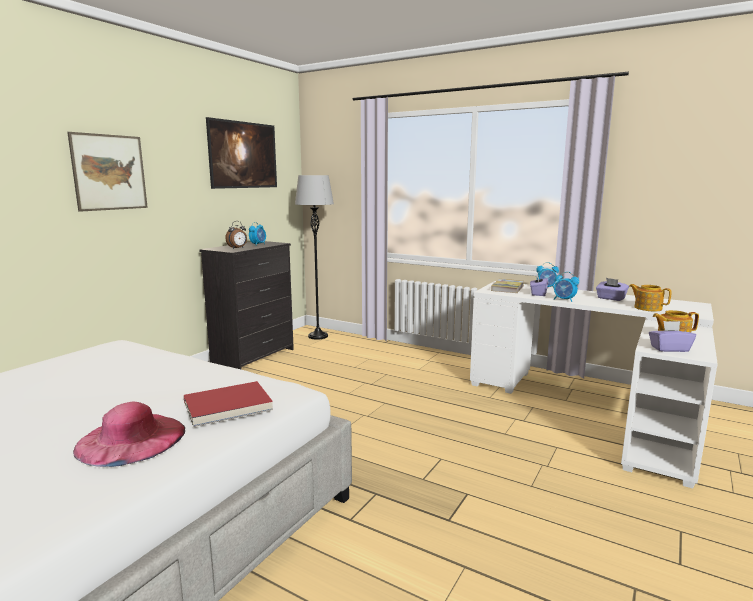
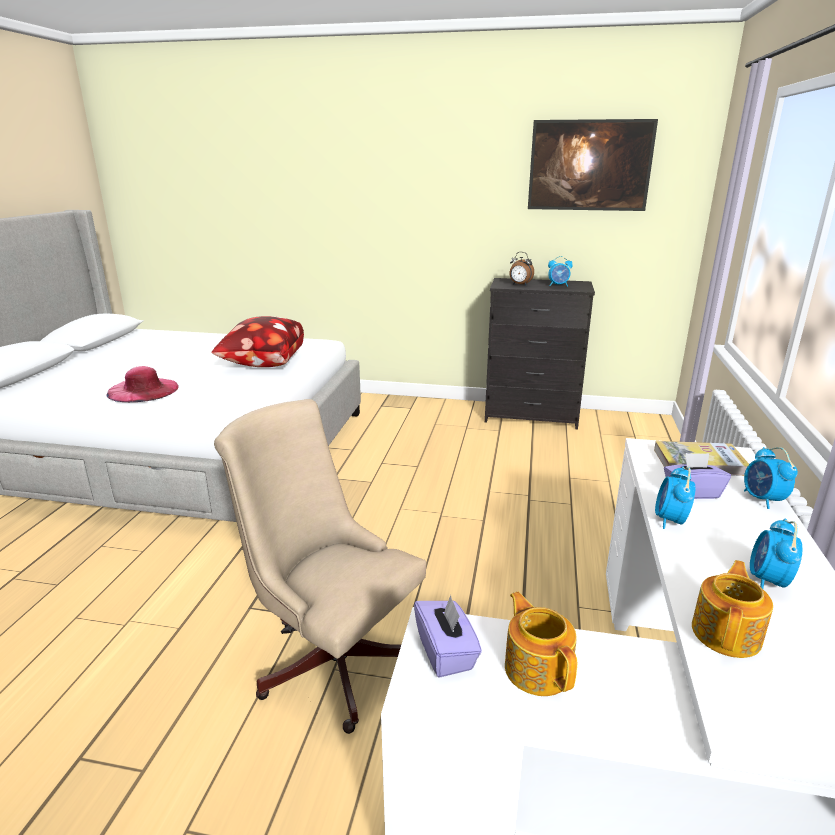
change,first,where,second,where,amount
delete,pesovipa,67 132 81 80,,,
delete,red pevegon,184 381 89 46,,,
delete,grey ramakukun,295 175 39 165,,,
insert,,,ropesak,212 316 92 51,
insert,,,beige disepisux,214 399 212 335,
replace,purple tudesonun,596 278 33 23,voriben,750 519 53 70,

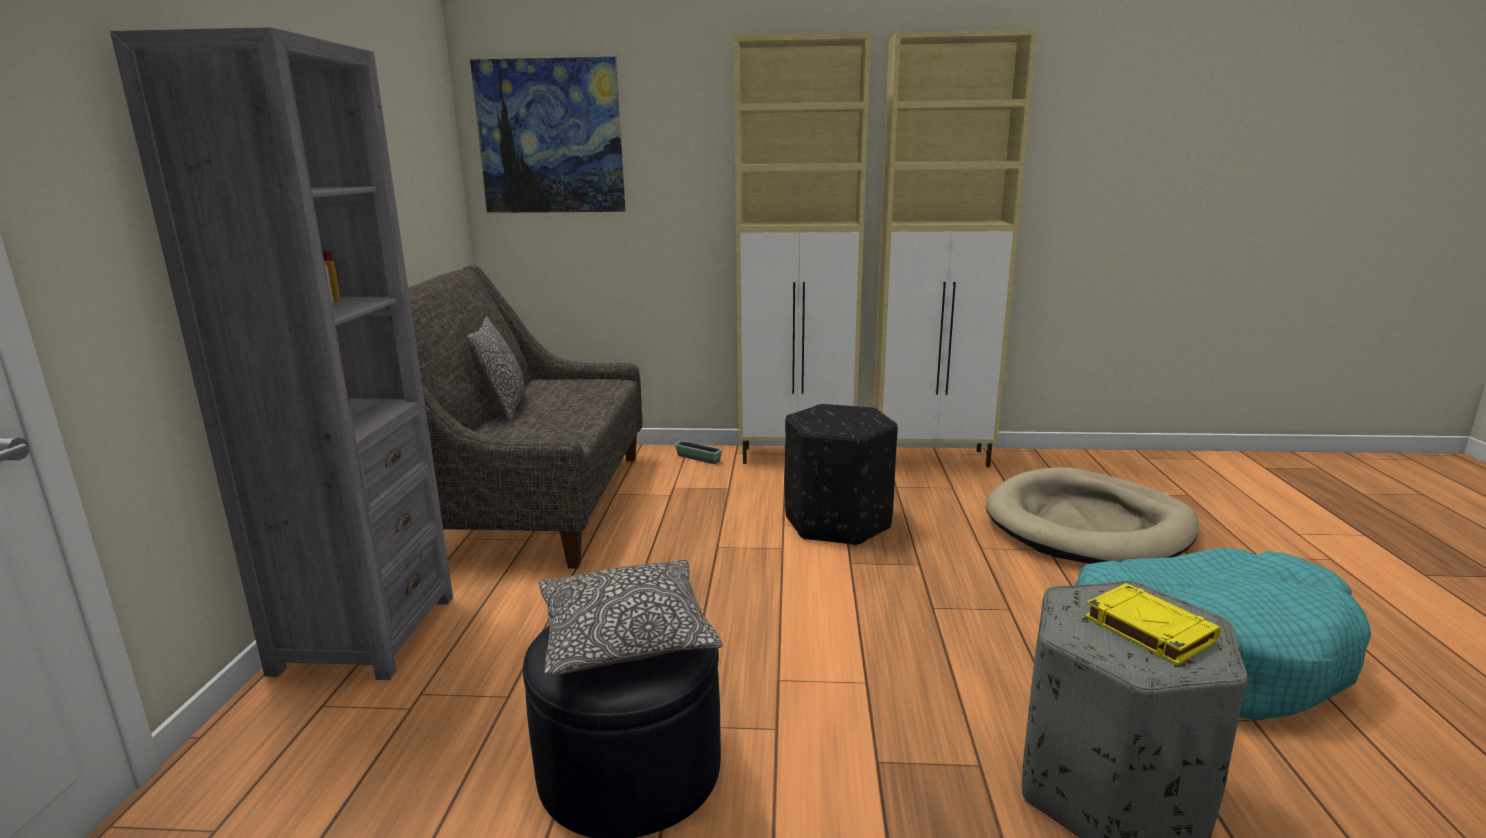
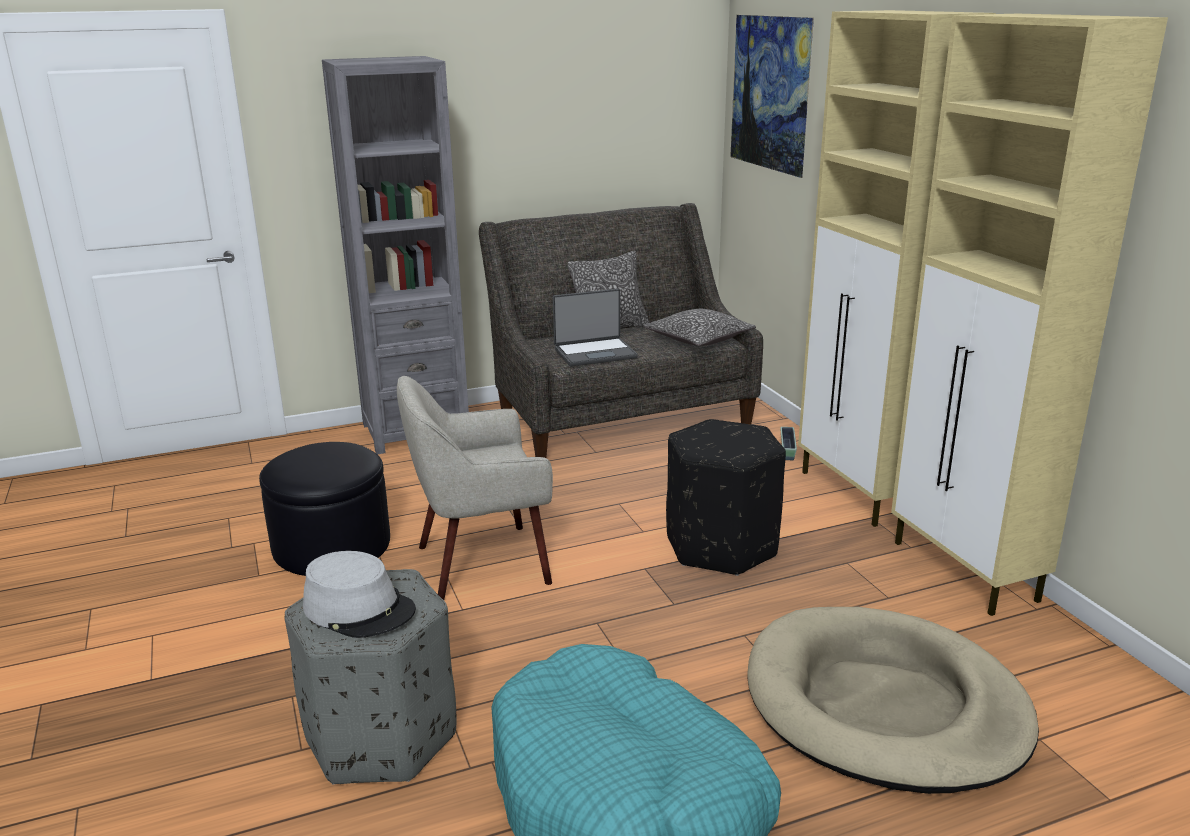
change,first,where,second,where,amount
insert,,,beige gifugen,397 376 156 224,
insert,,,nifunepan,553 289 85 78,
move,ropesak,539 560 184 116,,643 309 113 37,
replace,yellow pevegon,1085 583 136 82,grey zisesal,303 551 113 87,

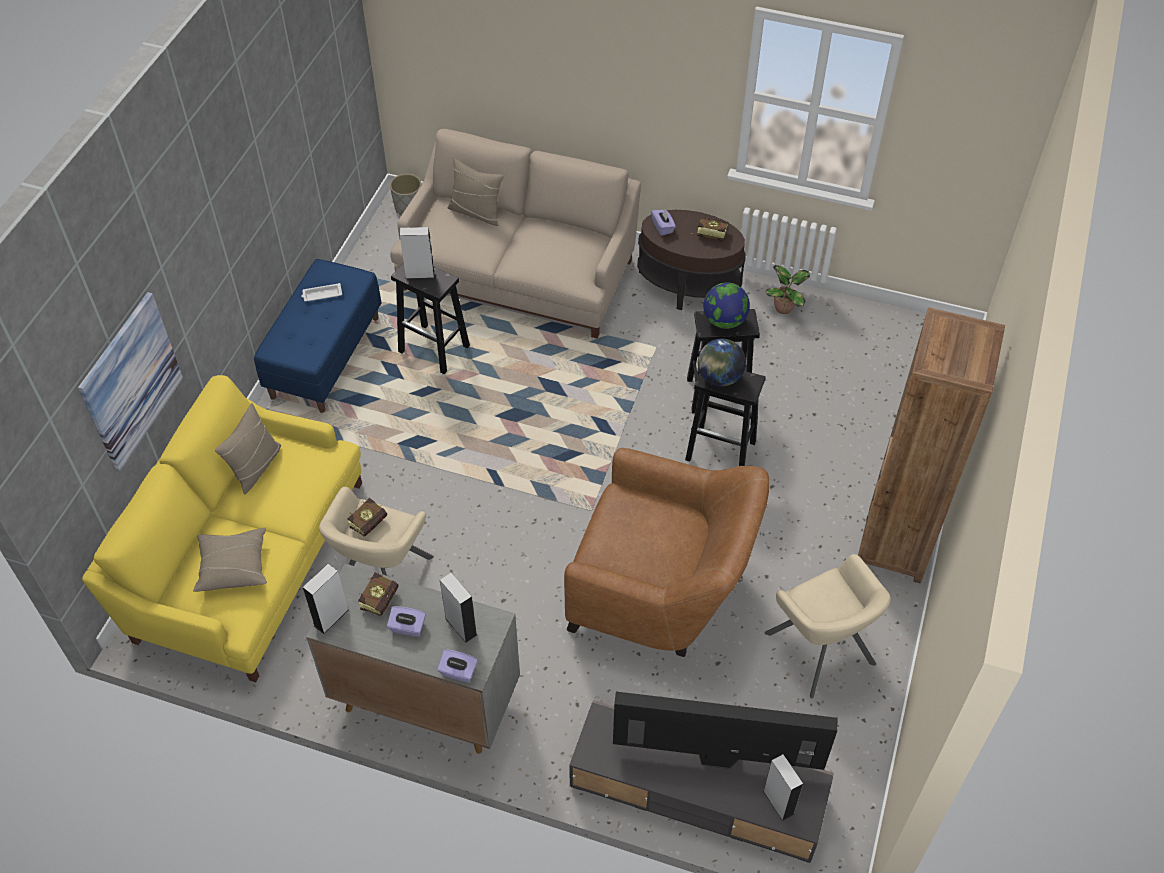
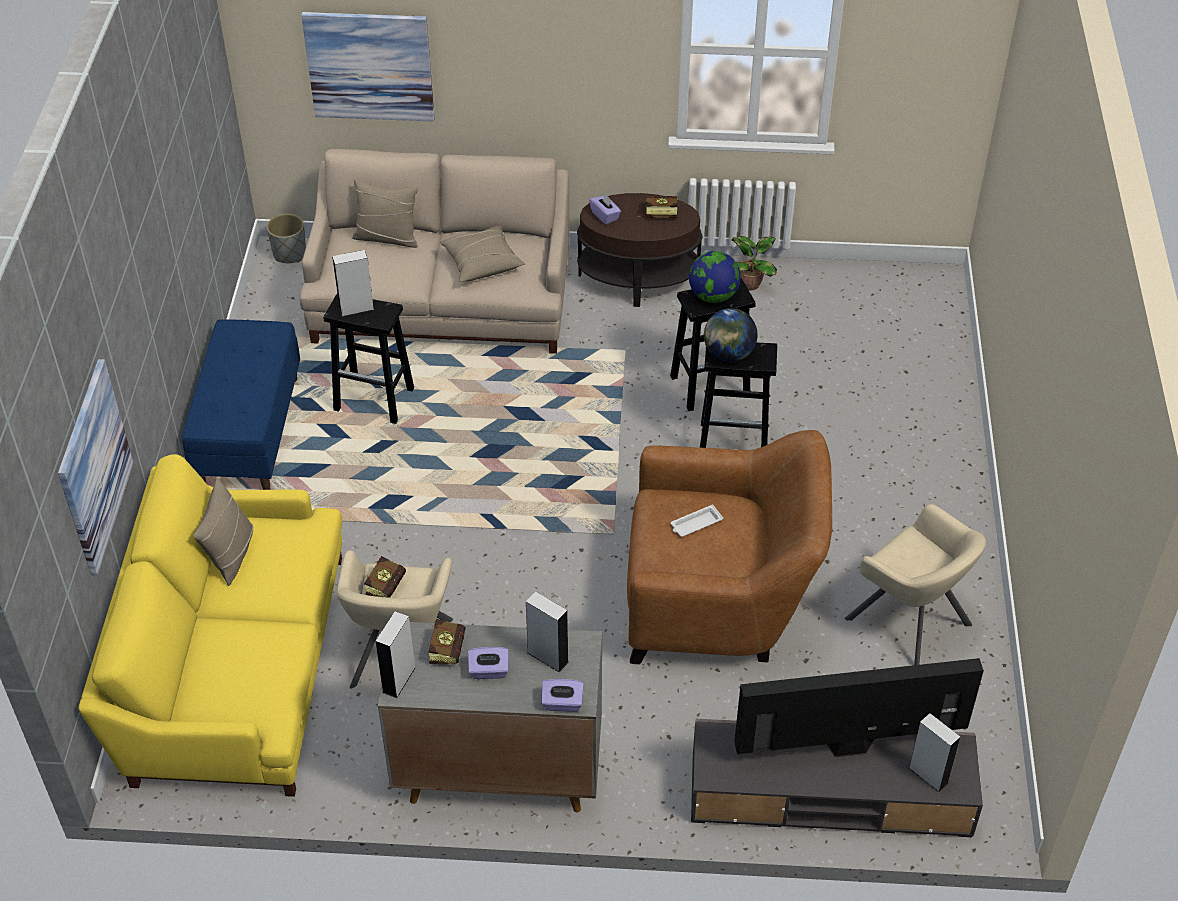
change,first,where,second,where,amount
delete,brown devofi,858 307 147 277,,,
insert,,,pesovipa,301 12 133 110,
move,beige ropesak,193 528 74 64,,440 226 85 56,
move,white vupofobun,301 283 41 18,,671 504 52 33,

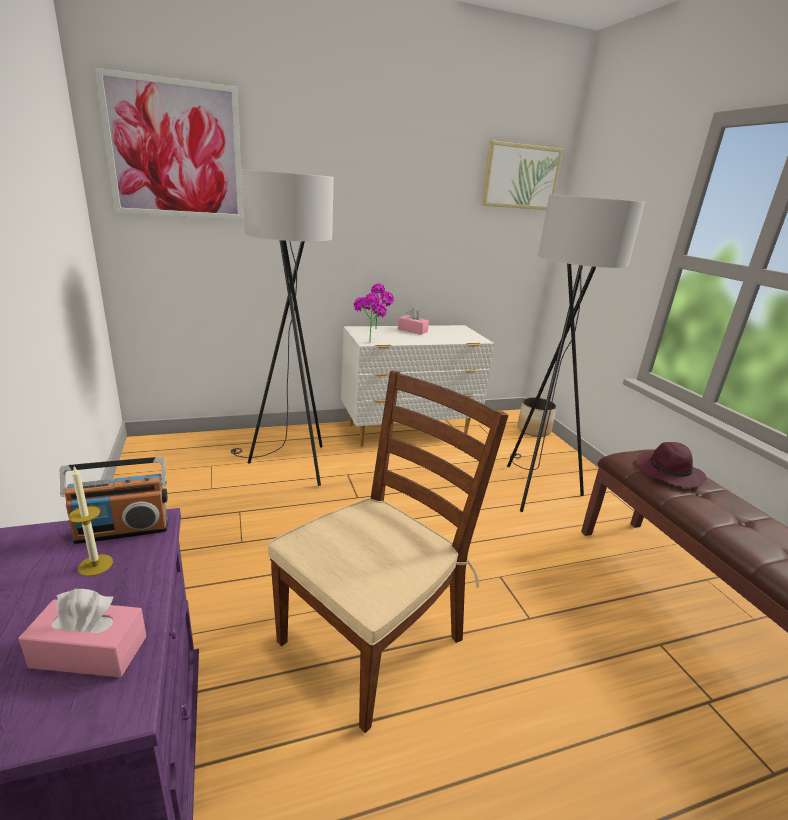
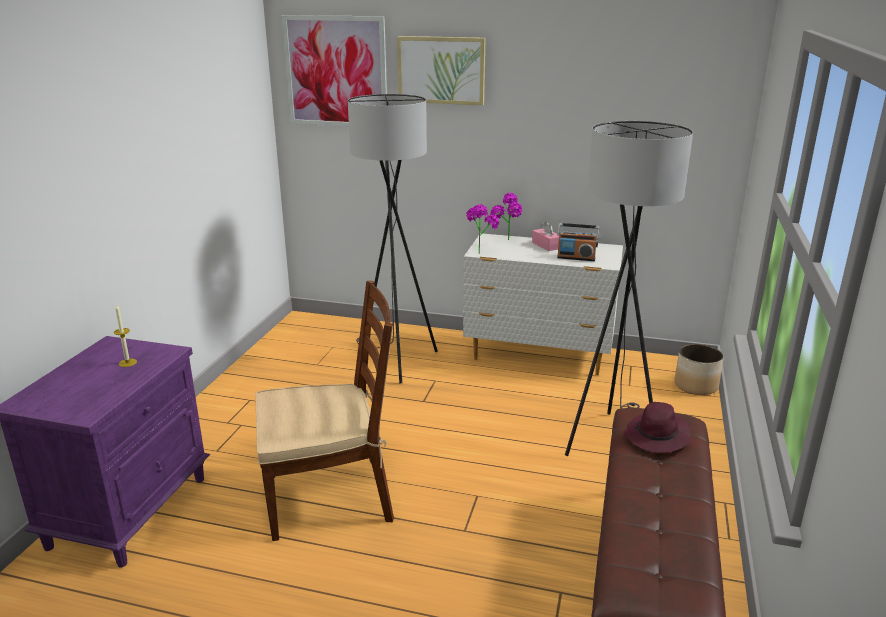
change,first,where,second,where,amount
delete,pink tudesonun,18 589 129 88,,,
move,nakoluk,60 457 108 87,,557 223 43 38,
move,pesovipa,481 140 82 70,,397 36 89 69,

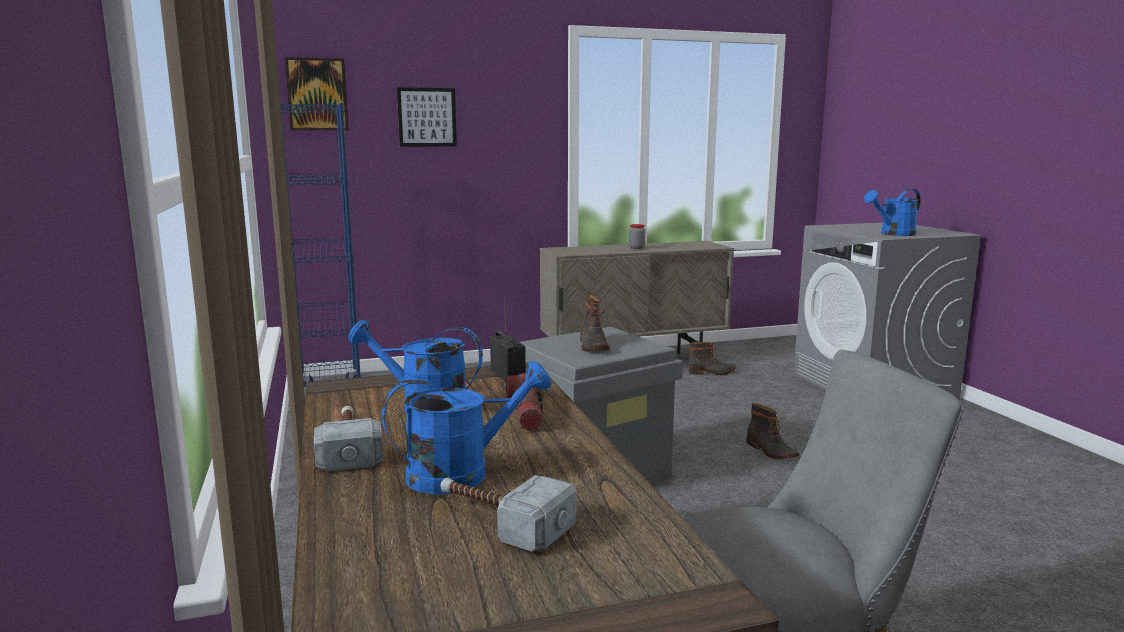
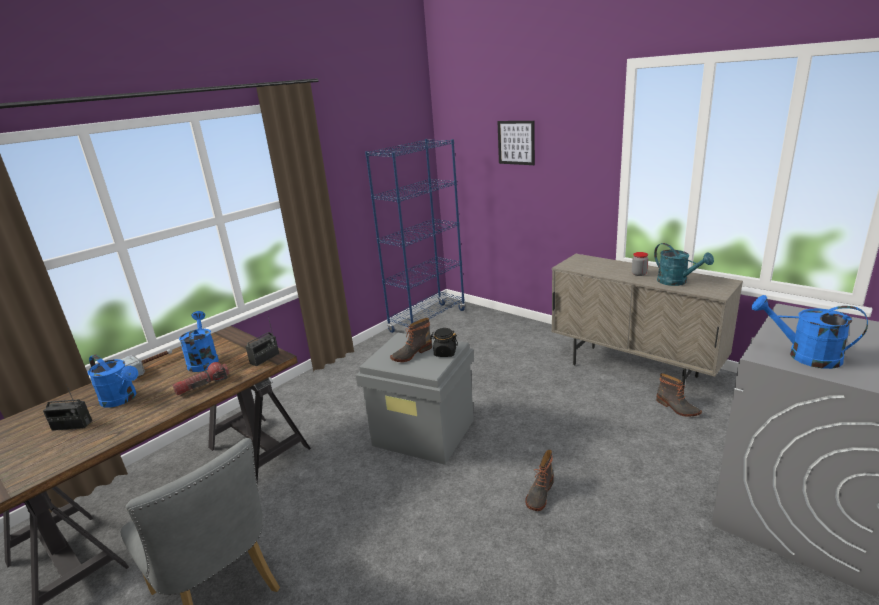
change,first,where,second,where,amount
delete,pesovipa,285 57 64 73,,,
insert,,,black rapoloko,430 328 28 29,
insert,,,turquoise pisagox,654 243 60 43,
replace,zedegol,441 475 135 77,nakoluk,43 384 49 47,

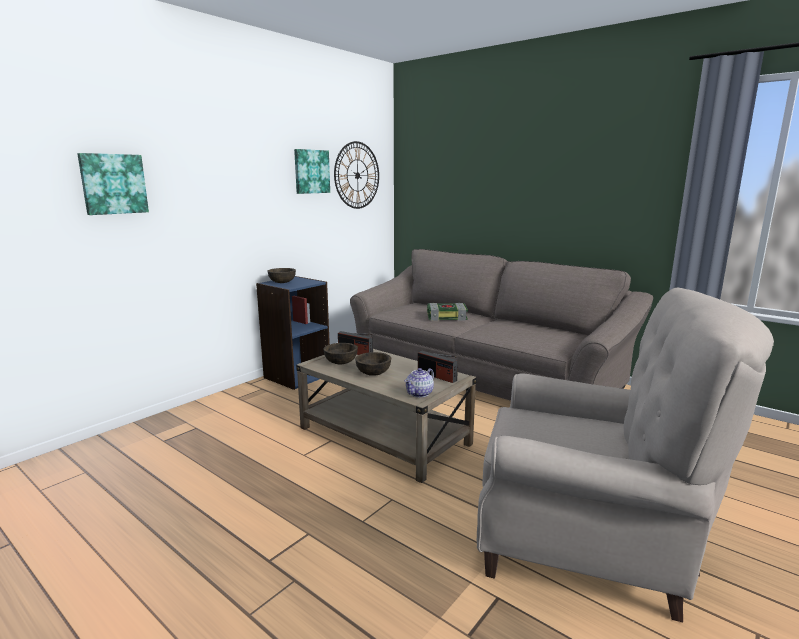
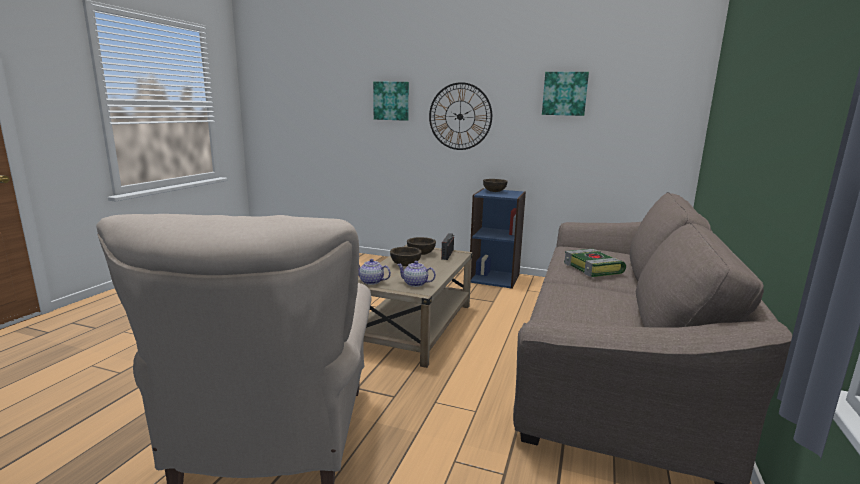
change,first,where,second,where,amount
move,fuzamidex,334 141 45 68,,429 82 63 68,
replace,nakoluk,418 351 40 32,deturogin,397 261 39 26,

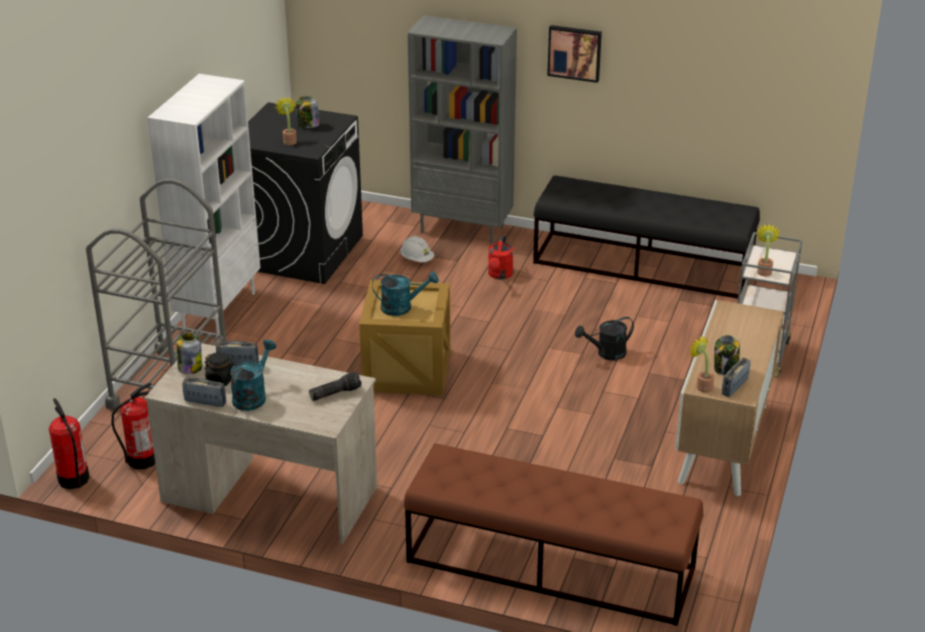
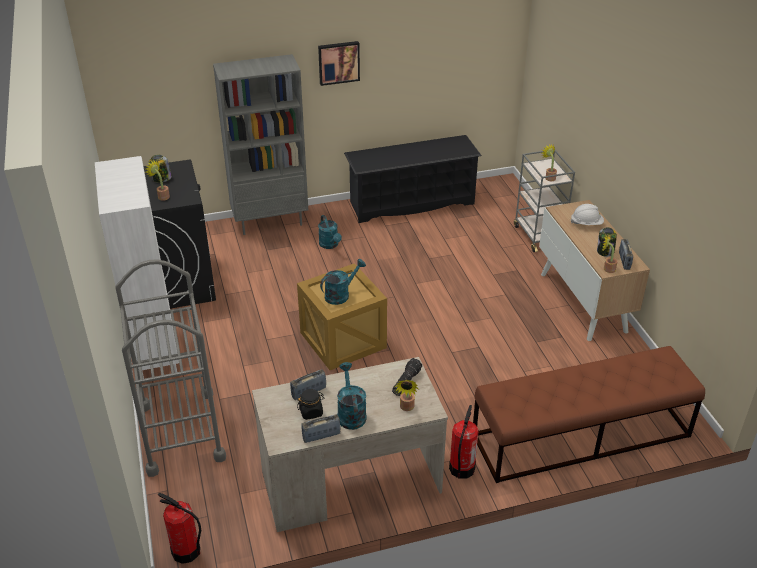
change,first,where,second,where,amount
delete,rapoloko,177 333 25 41,,,
delete,black pisagox,575 317 59 43,,,
insert,,,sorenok,395 380 23 31,
move,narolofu,112 383 43 86,,449 405 30 74,
move,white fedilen,400 236 34 26,,571 204 33 21,
replace,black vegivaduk,533 175 227 124,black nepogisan,344 135 138 88,
recolor,red pisagox,488 235 25 44,turquoise pisagox,318 215 24 34,

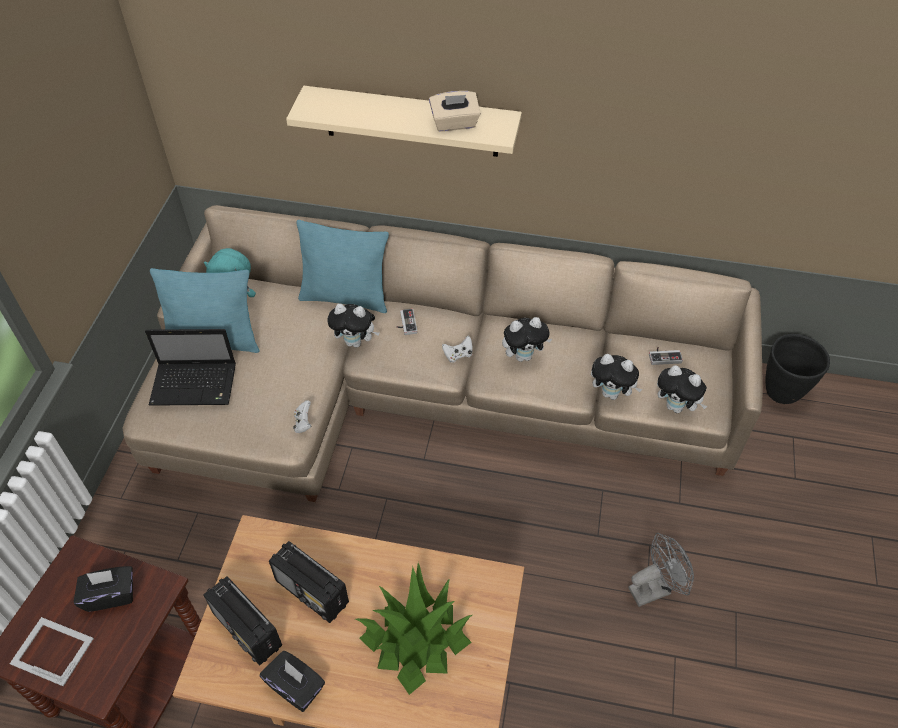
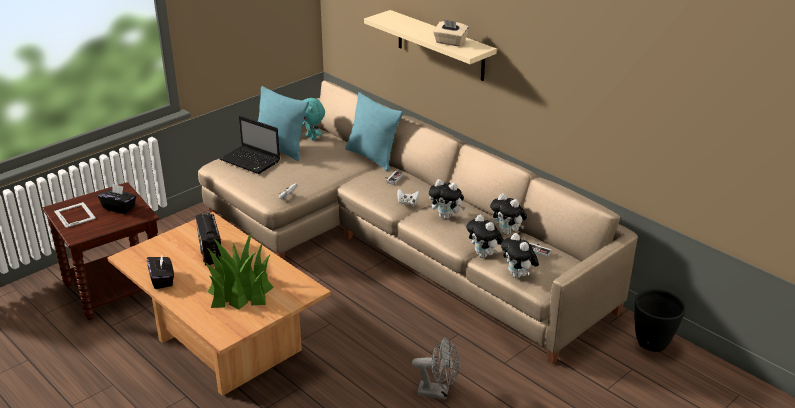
change,first,where,second,where,amount
delete,nakoluk,203 576 79 89,,,
move,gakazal,327 304 52 44,,490 193 37 42,

